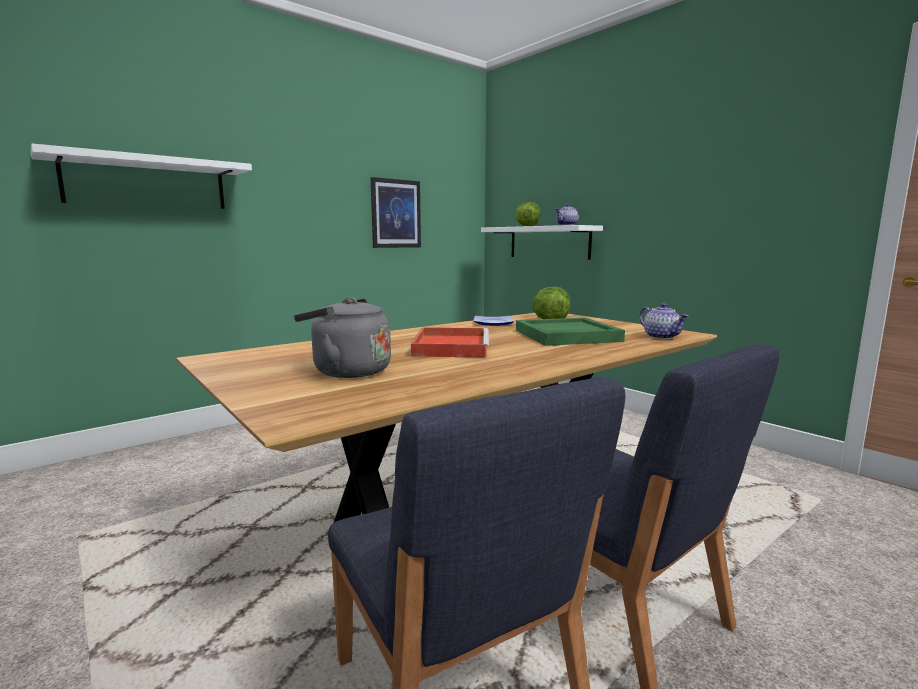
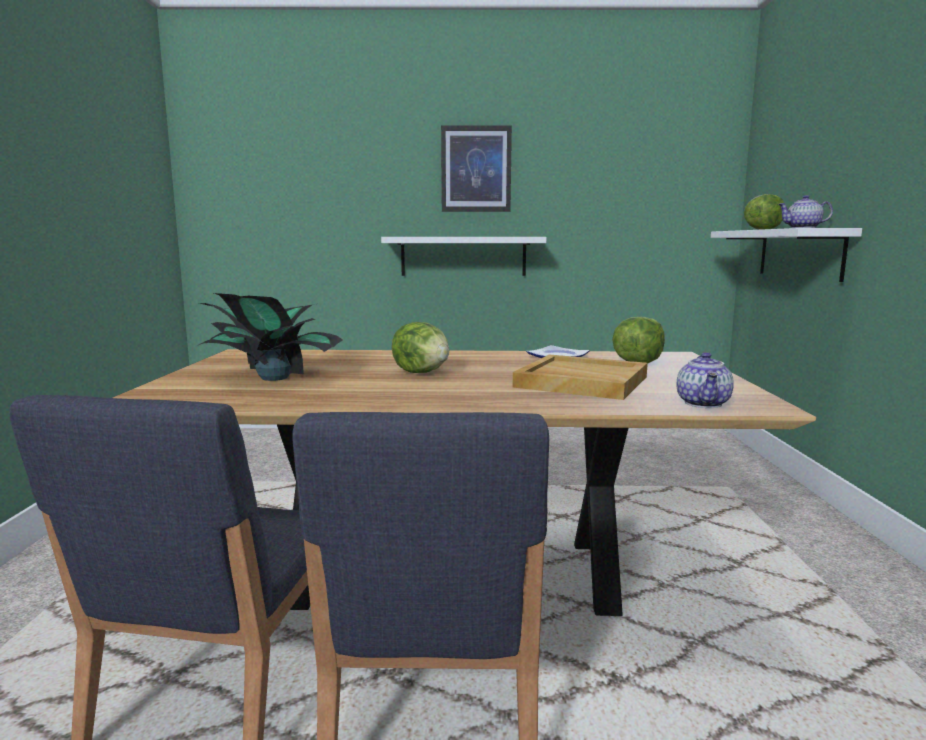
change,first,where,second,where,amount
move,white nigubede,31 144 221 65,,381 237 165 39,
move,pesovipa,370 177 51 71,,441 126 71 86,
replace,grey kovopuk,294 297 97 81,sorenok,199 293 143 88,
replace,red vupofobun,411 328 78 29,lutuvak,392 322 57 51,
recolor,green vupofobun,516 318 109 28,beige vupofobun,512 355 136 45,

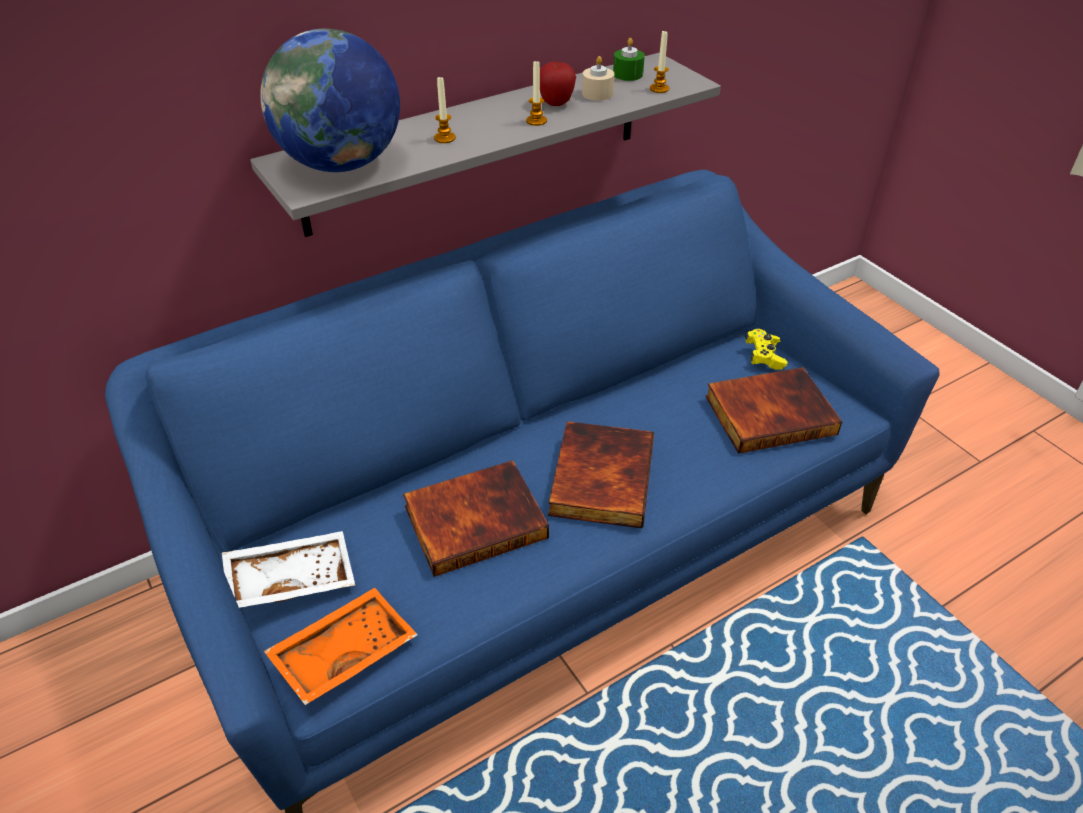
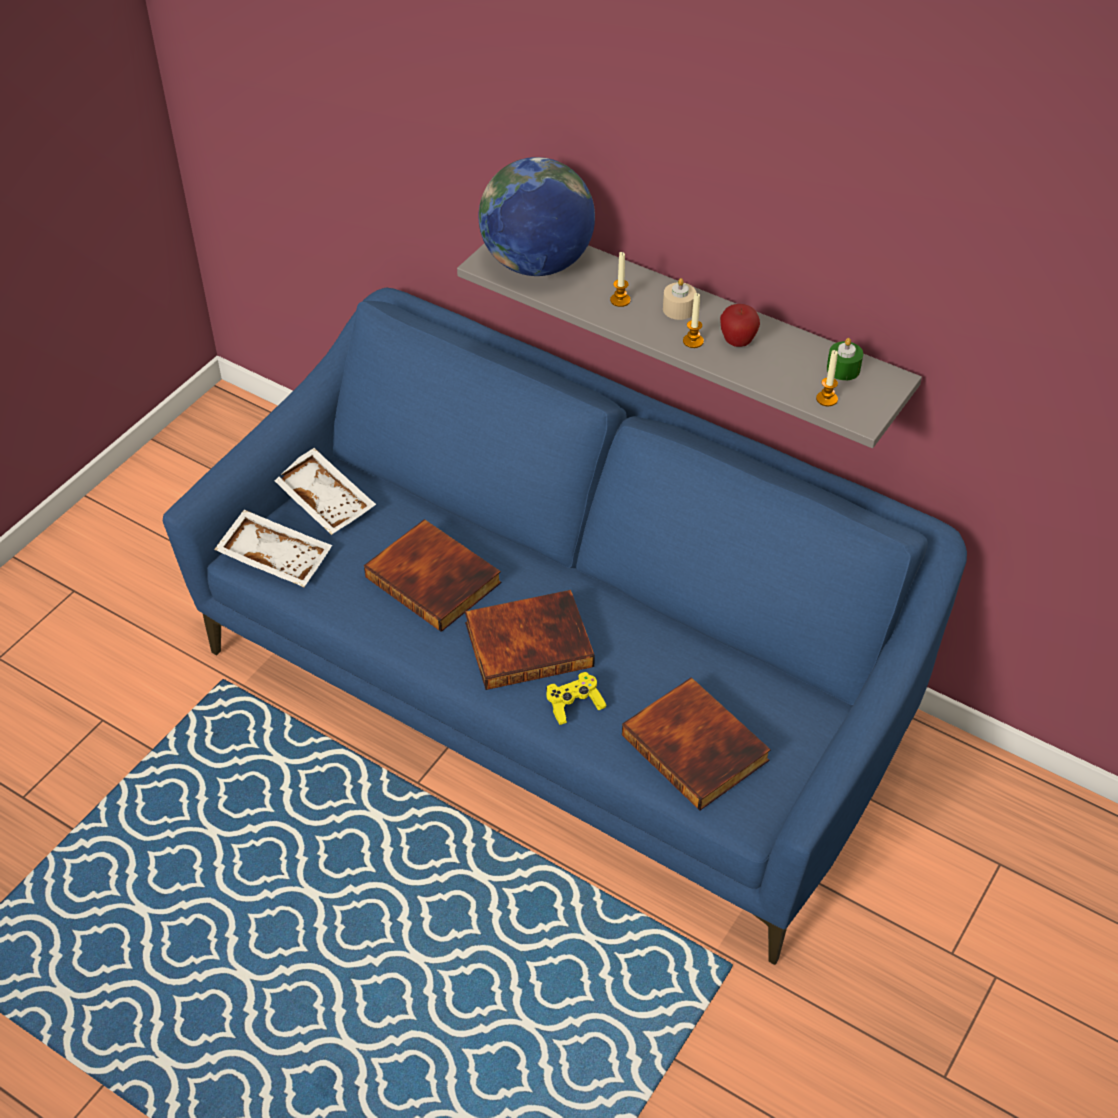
change,first,where,second,where,amount
move,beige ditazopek,582 56 32 45,,663 278 33 42,
move,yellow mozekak,745 329 42 41,,546 672 61 53,
recolor,orange vupofobun,264 588 154 117,white vupofobun,214 510 118 77,

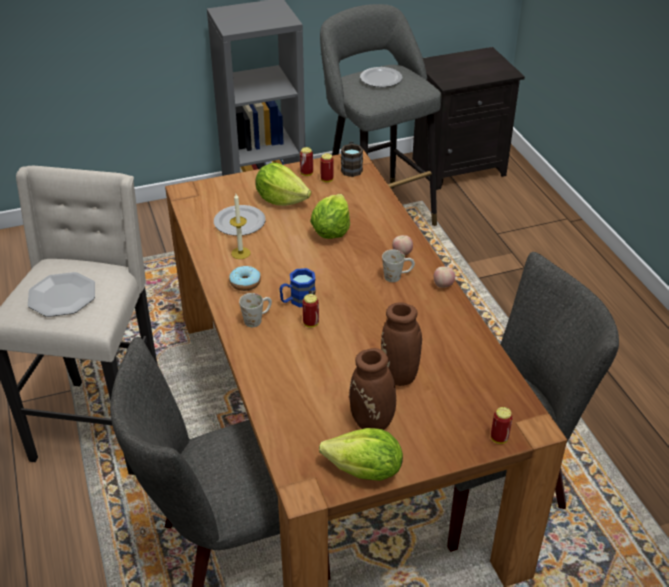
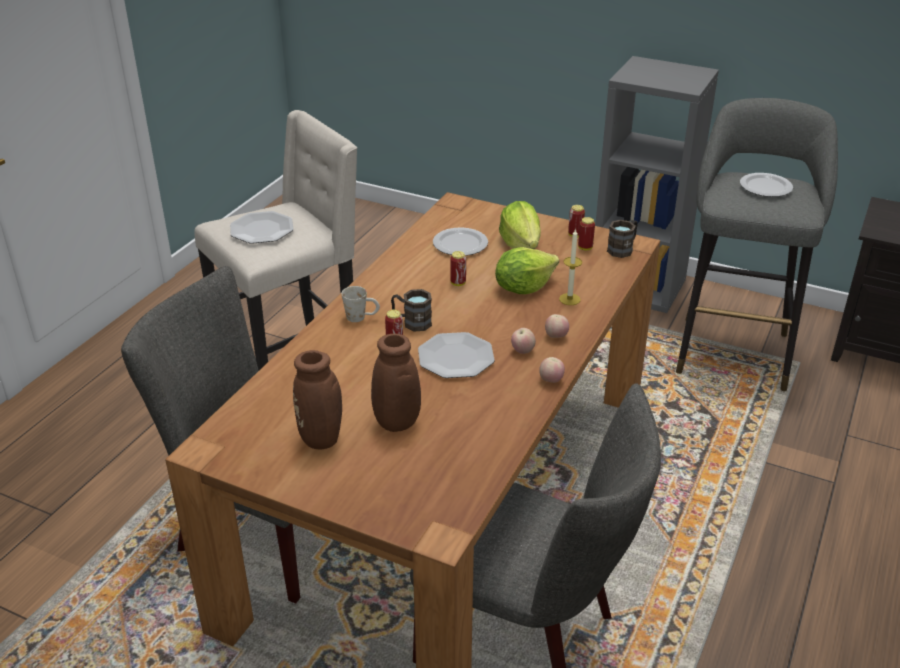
change,first,where,second,where,amount
delete,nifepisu,229 266 32 25,,,
delete,lutuvak,319 428 84 53,,,
insert,,,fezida,418 332 77 46,
move,ditazopek,230 194 21 65,,559 229 23 76,
move,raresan,491 407 22 37,,450 251 16 35,
replace,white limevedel,382 250 33 32,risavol,511 328 25 26,
recolor,blue limevedel,279 268 37 39,brown limevedel,391 289 41 42,

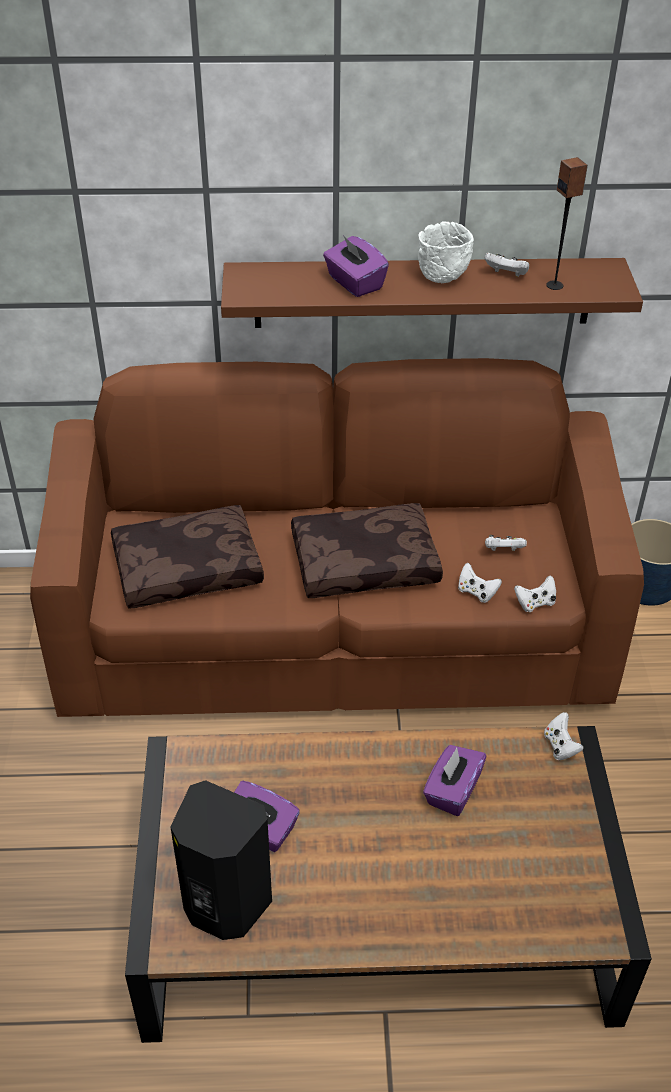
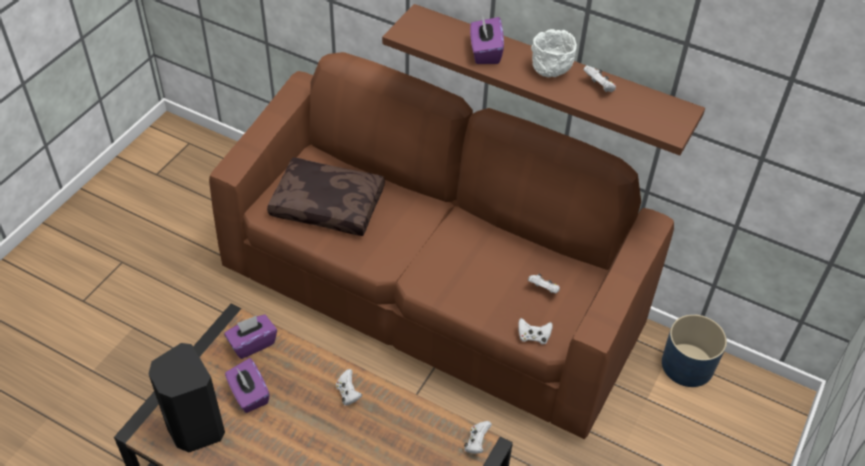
change,first,where,second,where,amount
delete,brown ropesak,291 503 152 95,,,
delete,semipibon,546 157 42 133,,,
move,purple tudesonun,423 745 64 71,,224 315 53 44,
move,white mozekak,458 563 44 40,,336 369 26 37,

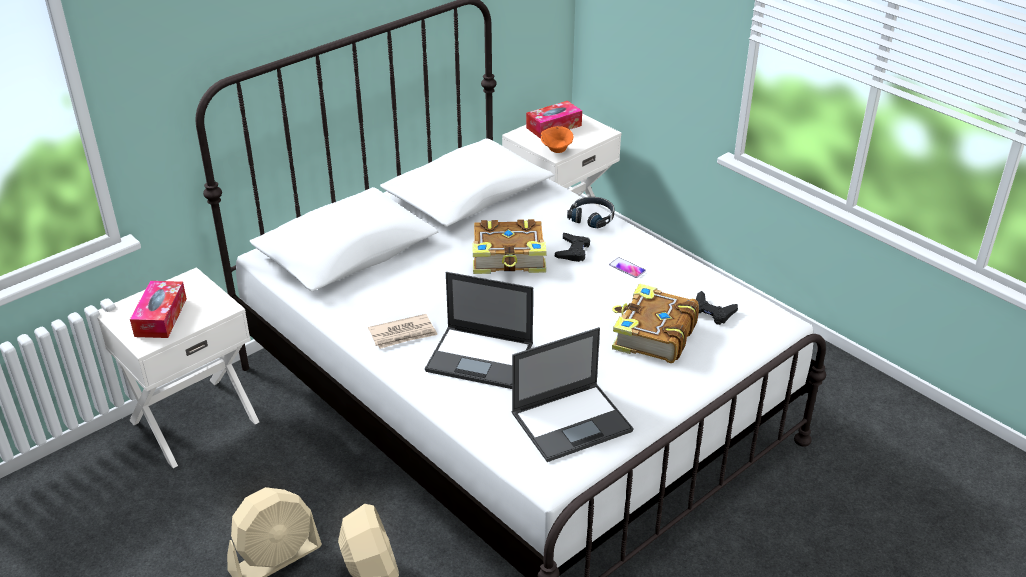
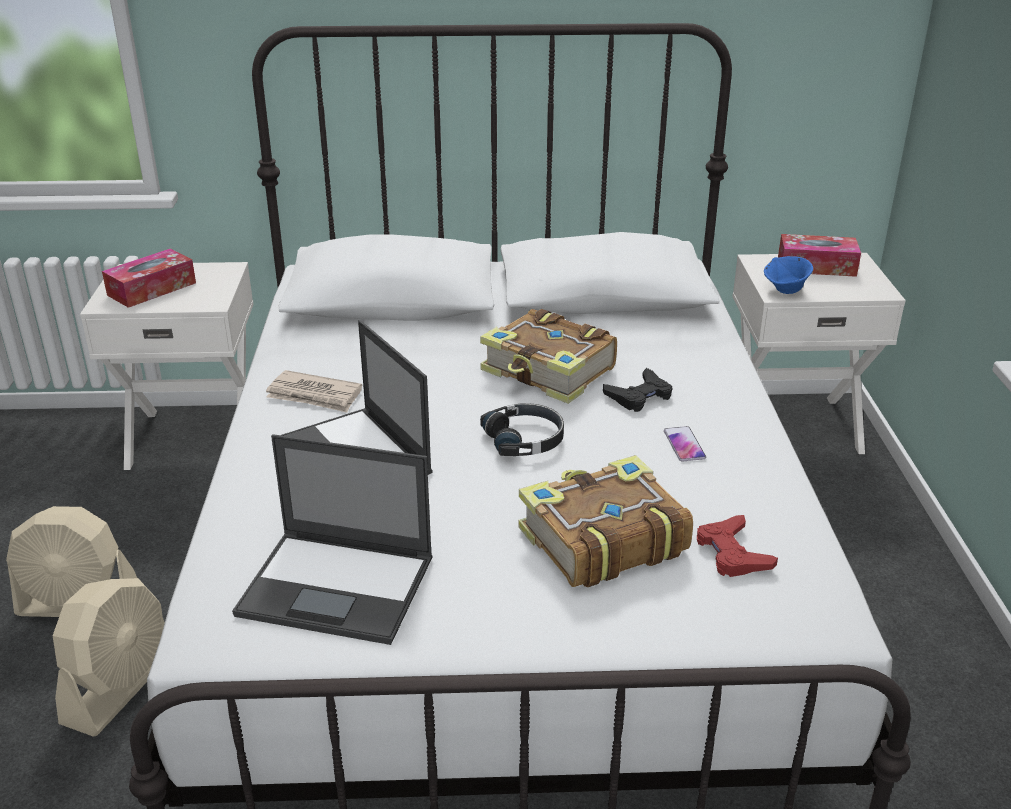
change,first,where,second,where,amount
move,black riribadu,567 197 47 32,,480 403 84 53,
recolor,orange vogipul,541 126 32 27,blue vogipul,764 256 49 38,
recolor,black mozekak,696 291 42 34,red mozekak,697 515 81 62,

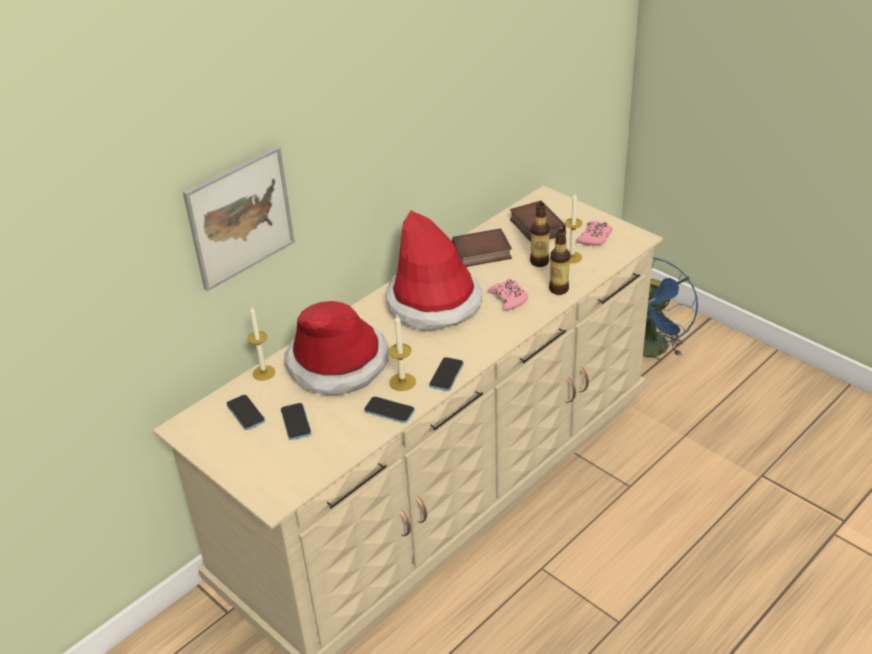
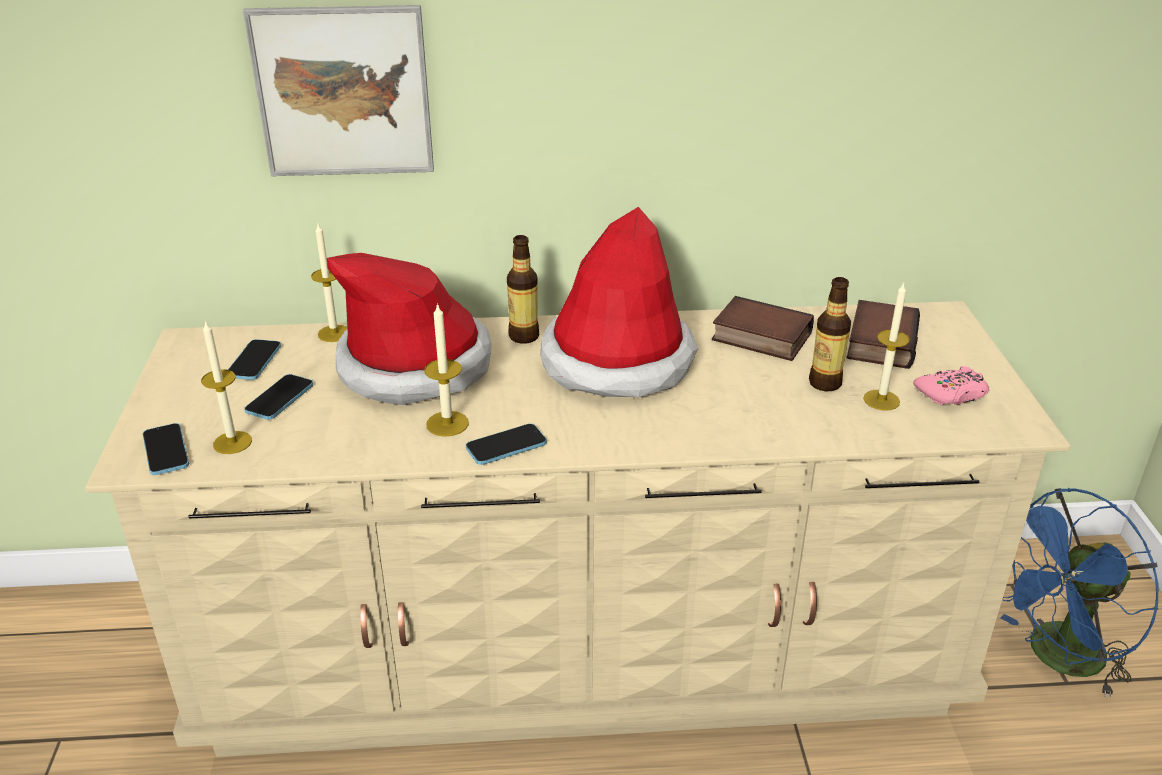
change,first,where,second,where,amount
delete,pink mozekak,488 278 40 33,,,
insert,,,ditazopek,201 320 51 134,
move,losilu,364 396 51 27,,143 423 46 52,
move,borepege,549 229 21 66,,507 235 32 109,

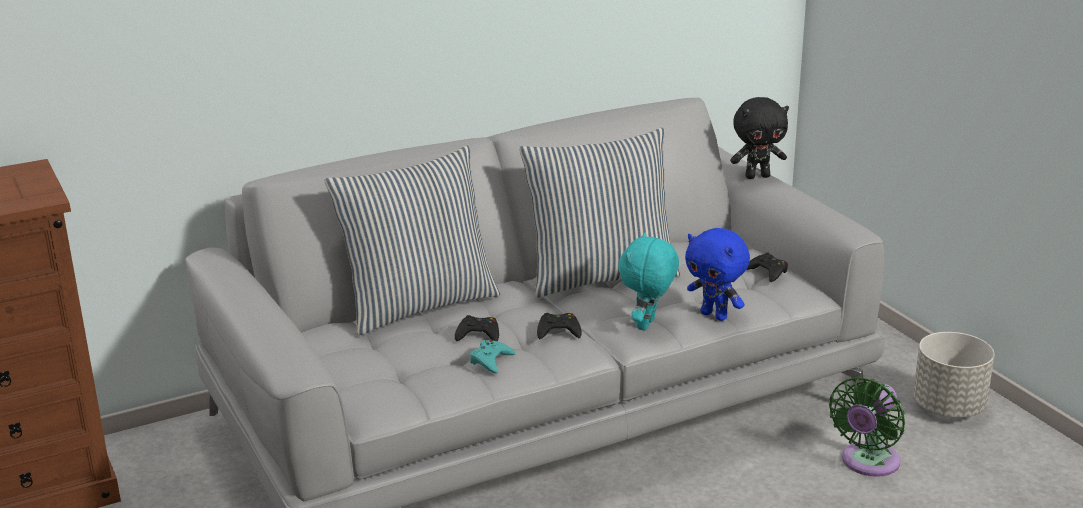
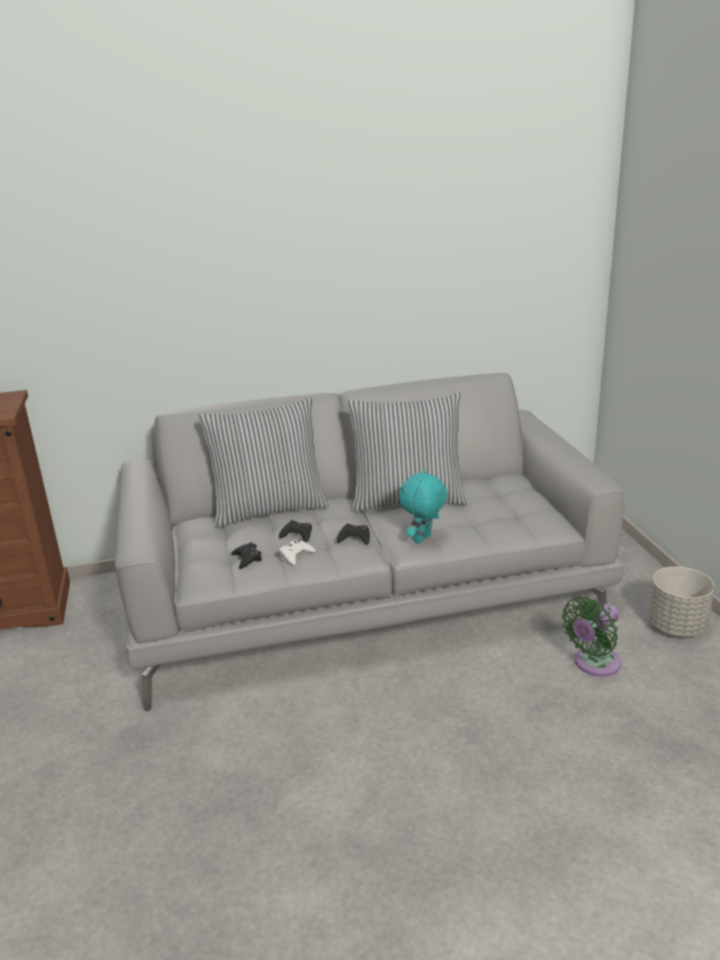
change,first,where,second,where,amount
delete,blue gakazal,685 228 65 93,,,
delete,black gakazal,730 97 59 82,,,
move,black mozekak,747 252 41 30,,231 542 31 27,
recolor,turquoise mozekak,470 340 46 34,white mozekak,279 540 37 25,

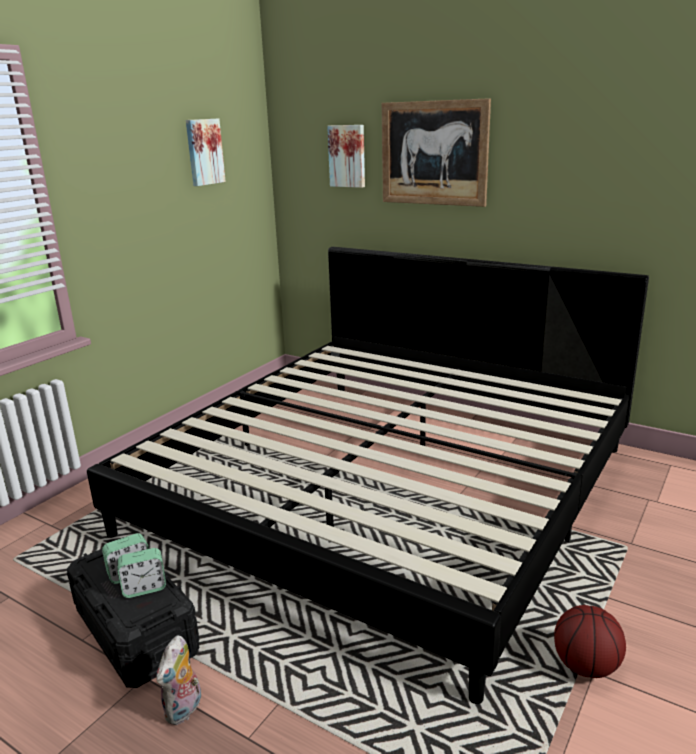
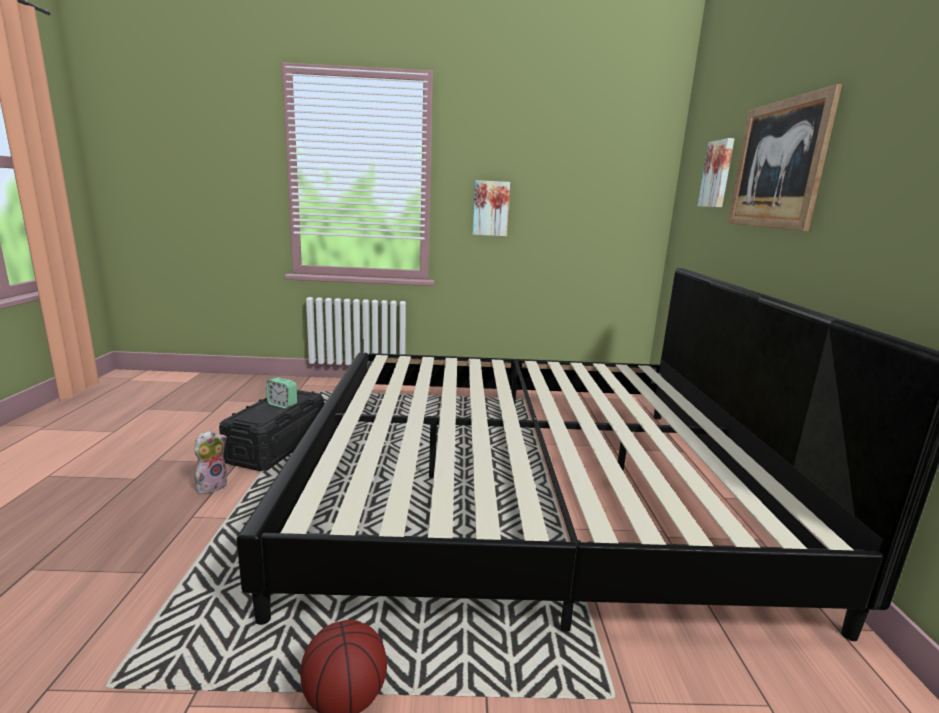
change,first,where,second,where,amount
delete,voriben,117 548 49 50,,,
move,pesovipa,186 119 40 67,,472 180 38 56,
rotate,gakazal,156 636 46 89,,194 430 33 64,135 degrees clockwise

